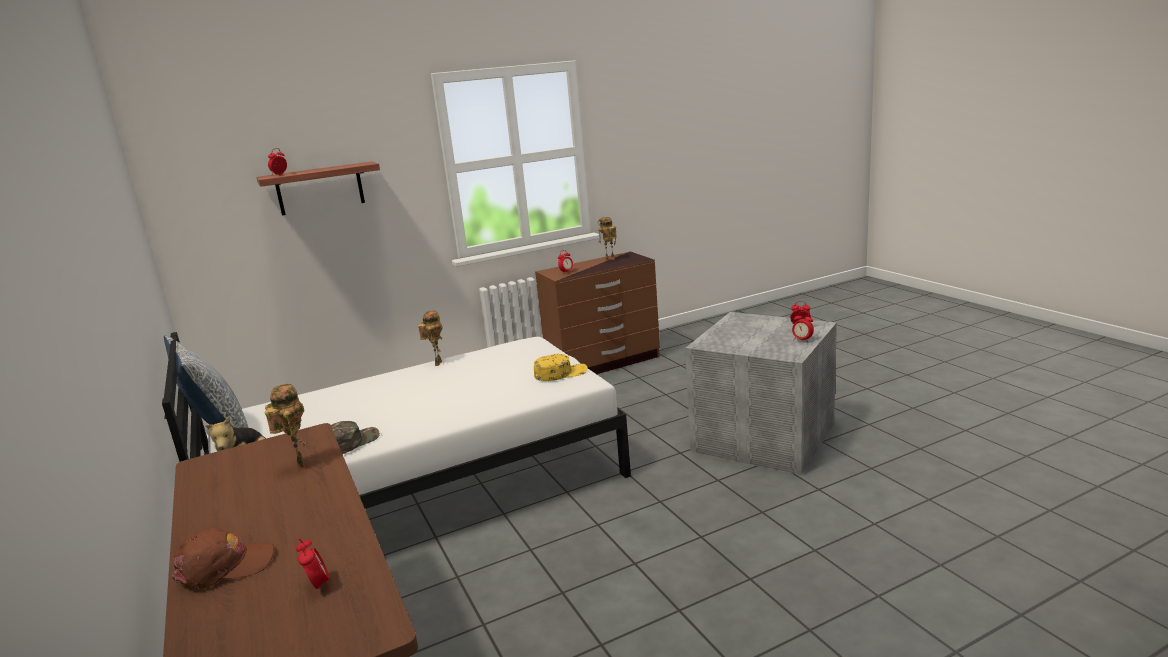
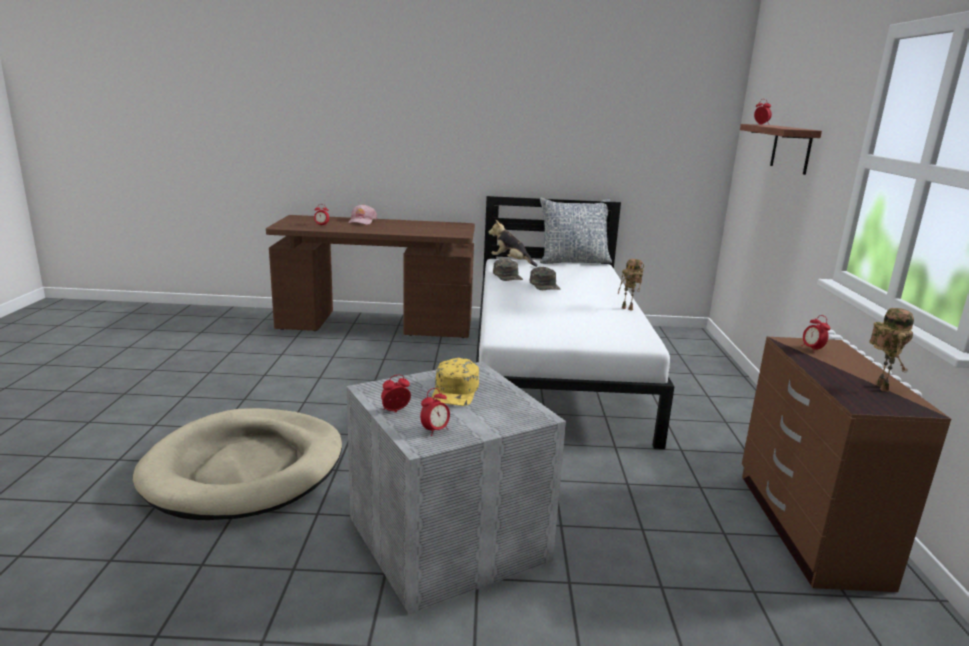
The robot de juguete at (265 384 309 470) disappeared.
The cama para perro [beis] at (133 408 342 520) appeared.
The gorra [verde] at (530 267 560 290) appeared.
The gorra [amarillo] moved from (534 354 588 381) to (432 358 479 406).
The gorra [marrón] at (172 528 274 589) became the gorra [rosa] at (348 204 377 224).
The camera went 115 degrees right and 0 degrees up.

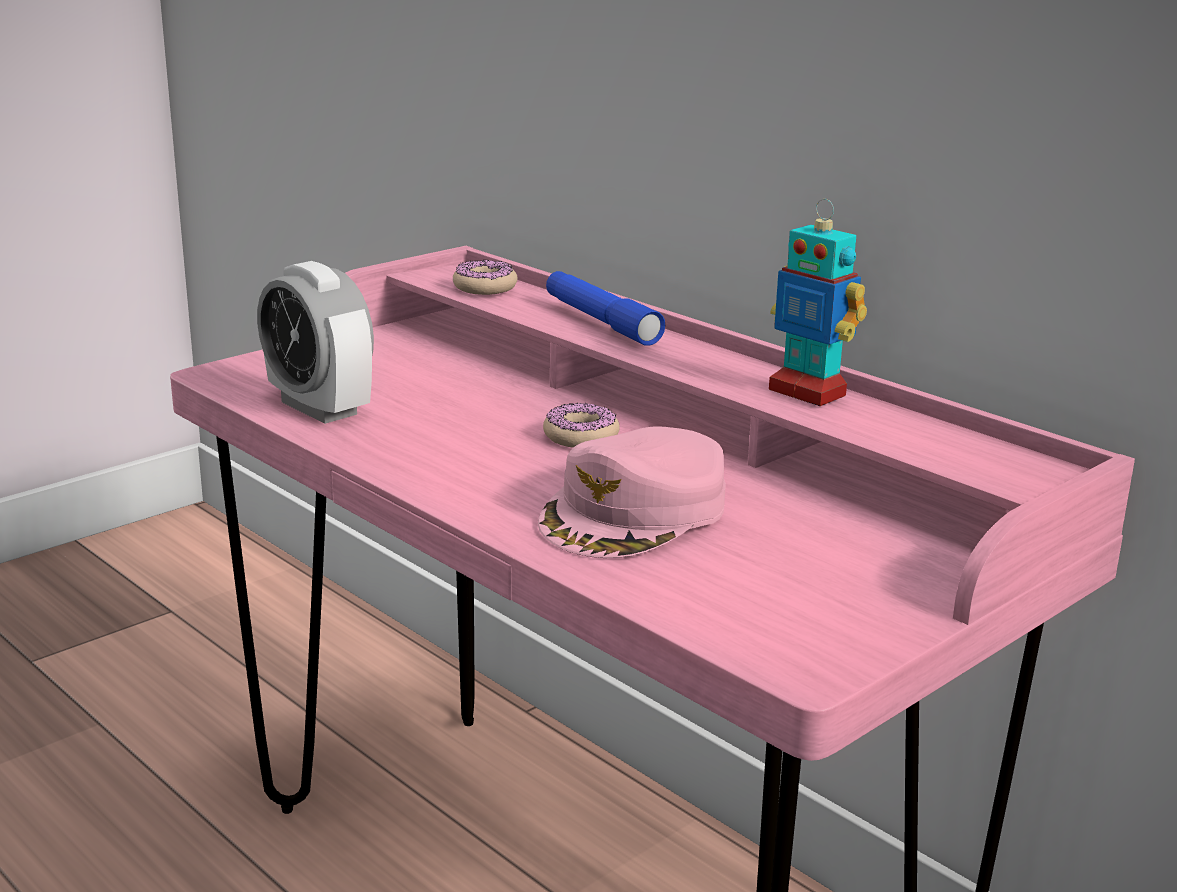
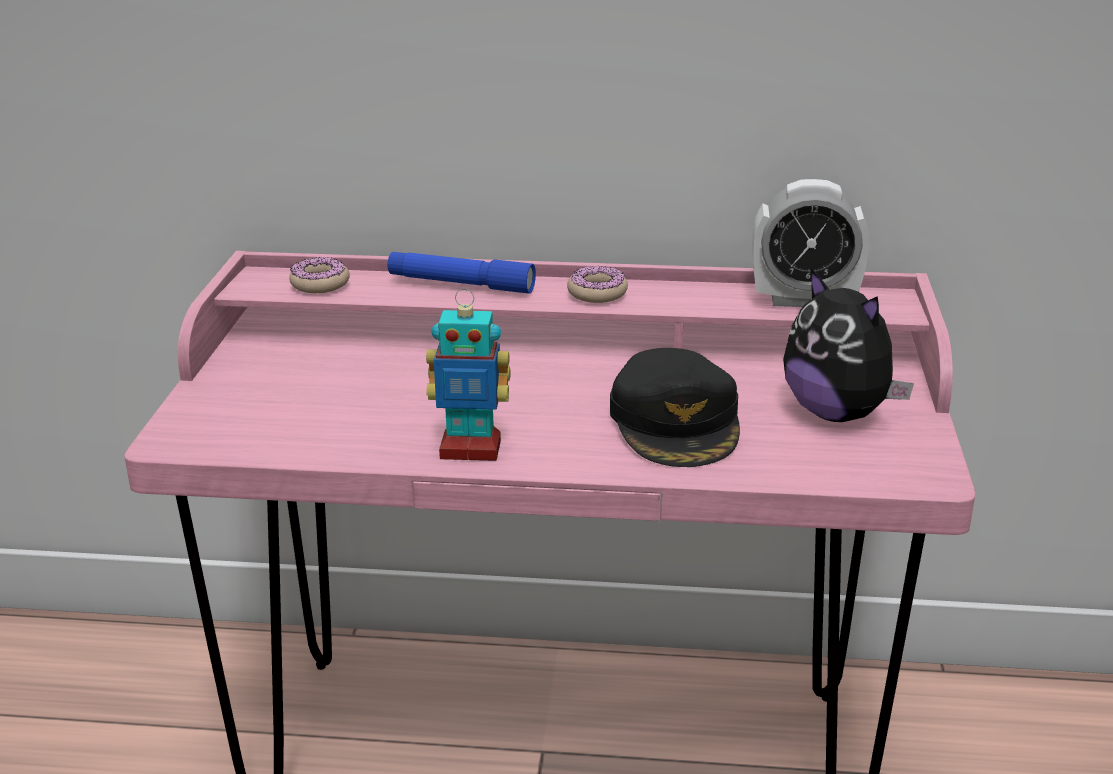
The peluche at (783 269 914 422) appeared.
The despertador moved from (257 261 374 424) to (752 179 869 307).
The rosquilla moved from (543 403 620 448) to (567 266 628 303).
The robot de juguete moved from (769 199 867 406) to (426 289 511 461).
The gorra [rosa] at (538 427 726 558) became the gorra [negro] at (610 348 740 467).
The camera went 40 degrees left and 5 degrees up.

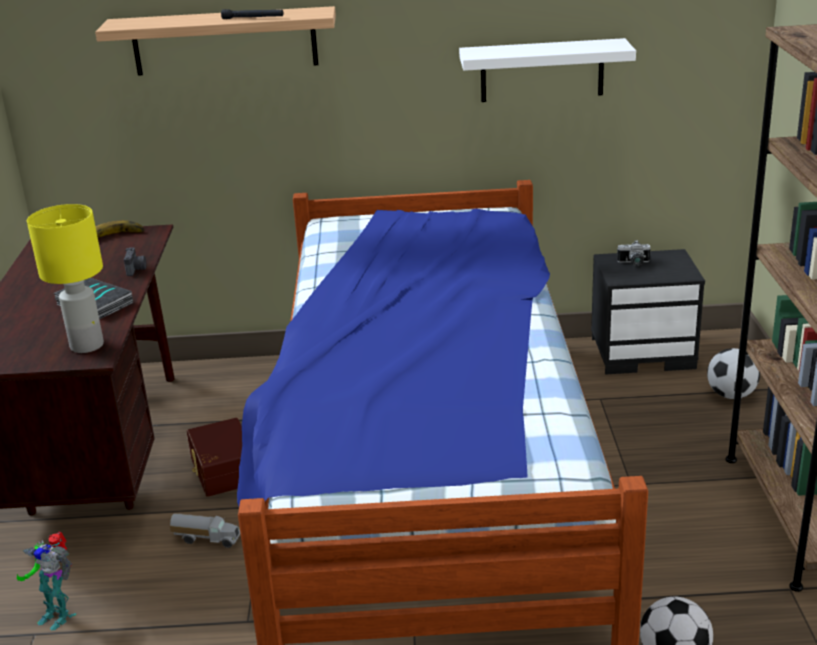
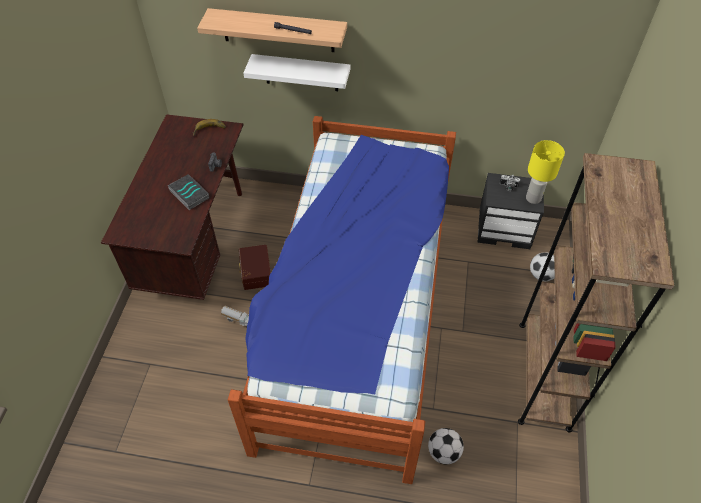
The robot de juguete at (17 532 77 630) disappeared.
The lámpara de mesa [amarillo] moved from (27 204 104 353) to (526 140 565 204).
The estante [blanco] moved from (459 38 636 102) to (243 54 350 91).
The camera went 10 degrees right and 25 degrees up.

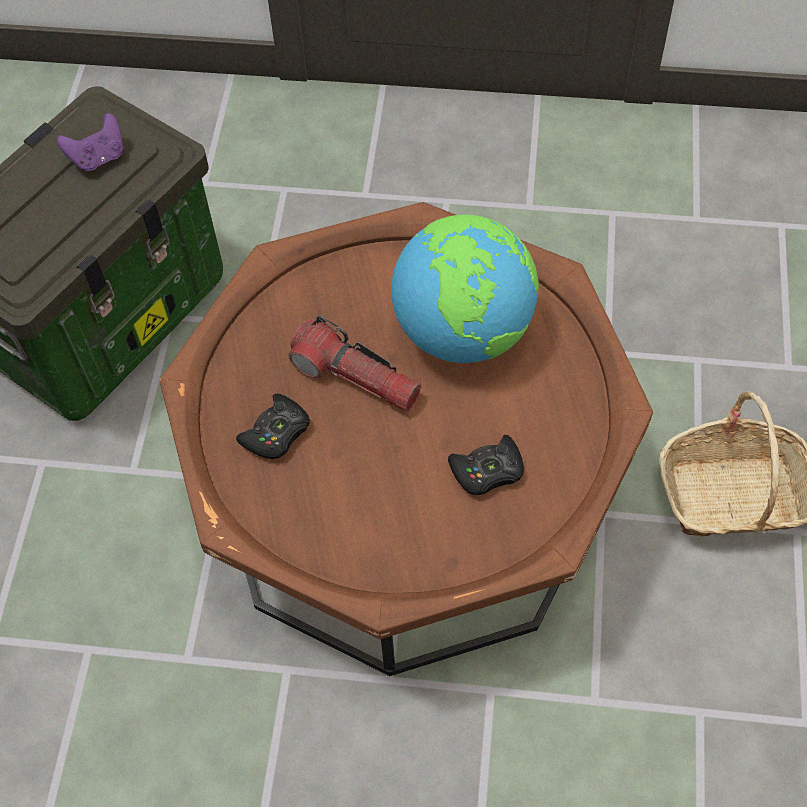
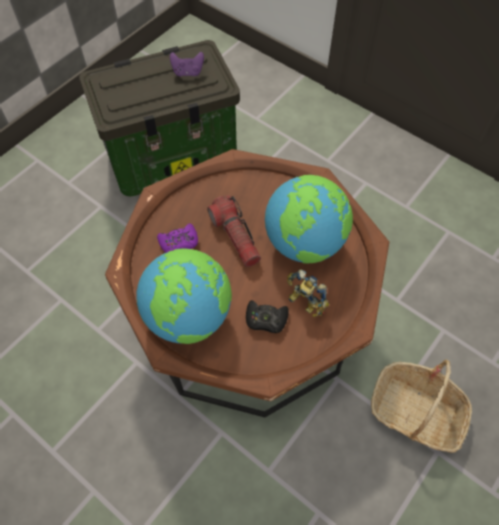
The globo terráqueo at (136 249 232 344) appeared.
The robot de juguete at (287 269 329 317) appeared.
The mando de consola [negro] at (236 394 310 459) became the mando de consola [morado] at (157 224 198 253).
The camera went 30 degrees right and 0 degrees up.

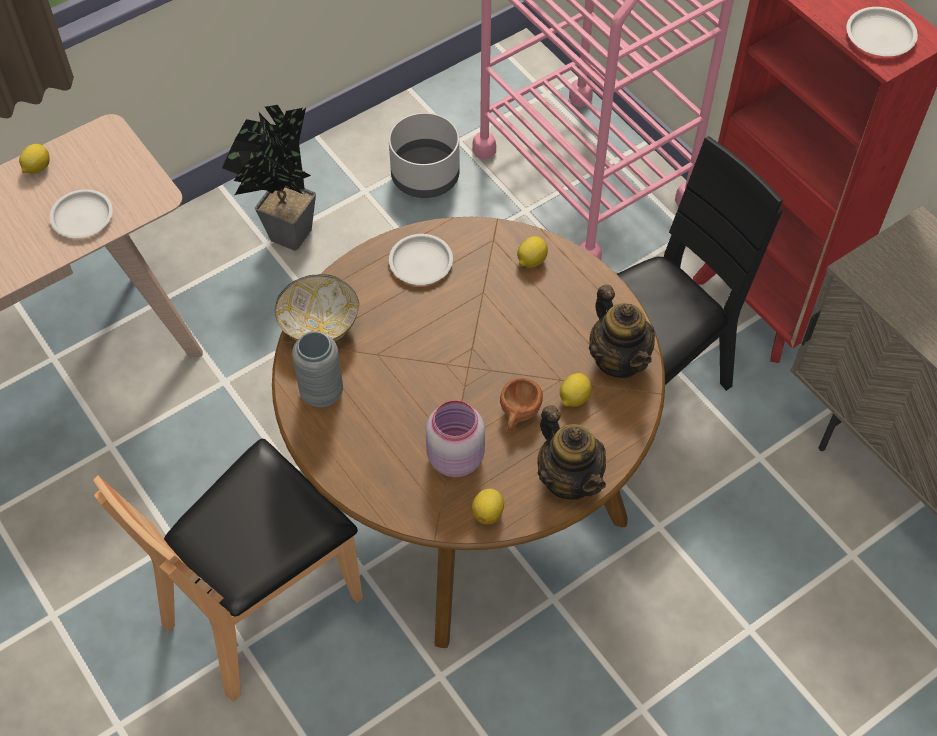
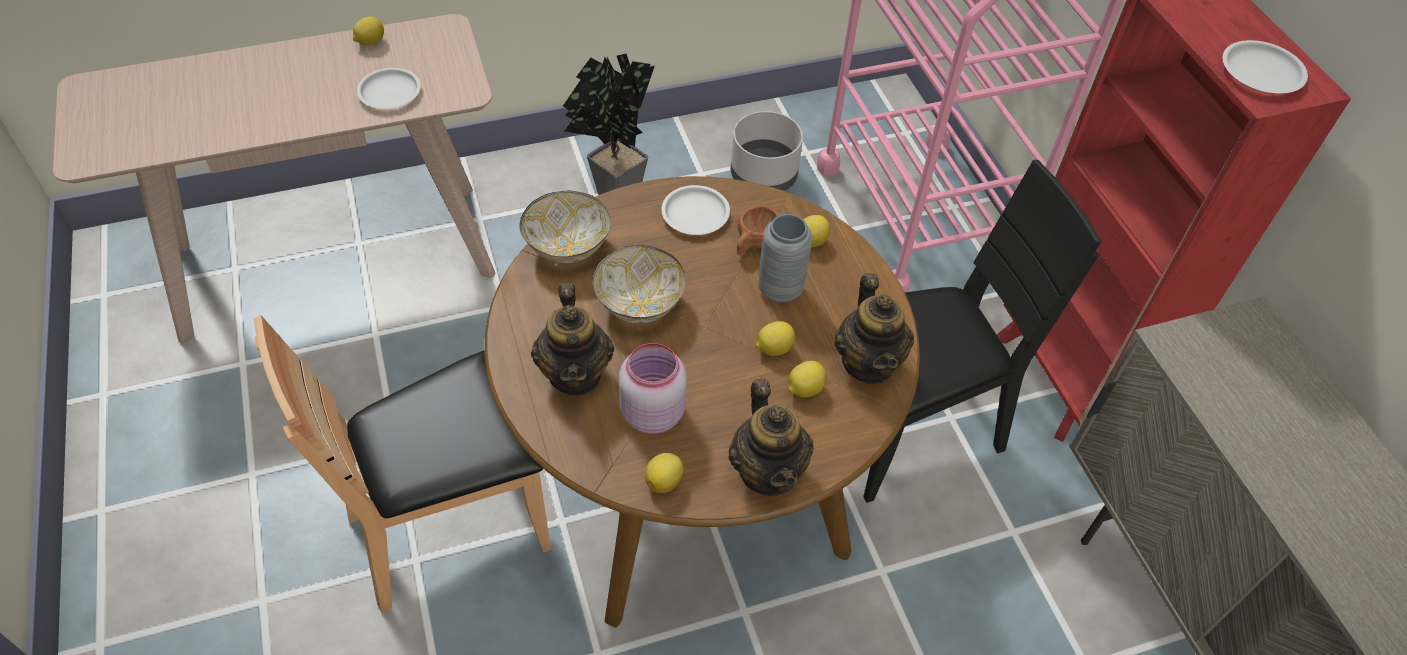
The tetera at (531 283 614 396) appeared.
The cuenco at (592 245 686 323) appeared.
The limón at (756 321 795 356) appeared.
The florero [gris] moved from (292 331 343 407) to (758 214 812 303).
The taza [marrón] moved from (500 378 543 433) to (737 205 780 255).
The camera went 15 degrees right and 5 degrees down.

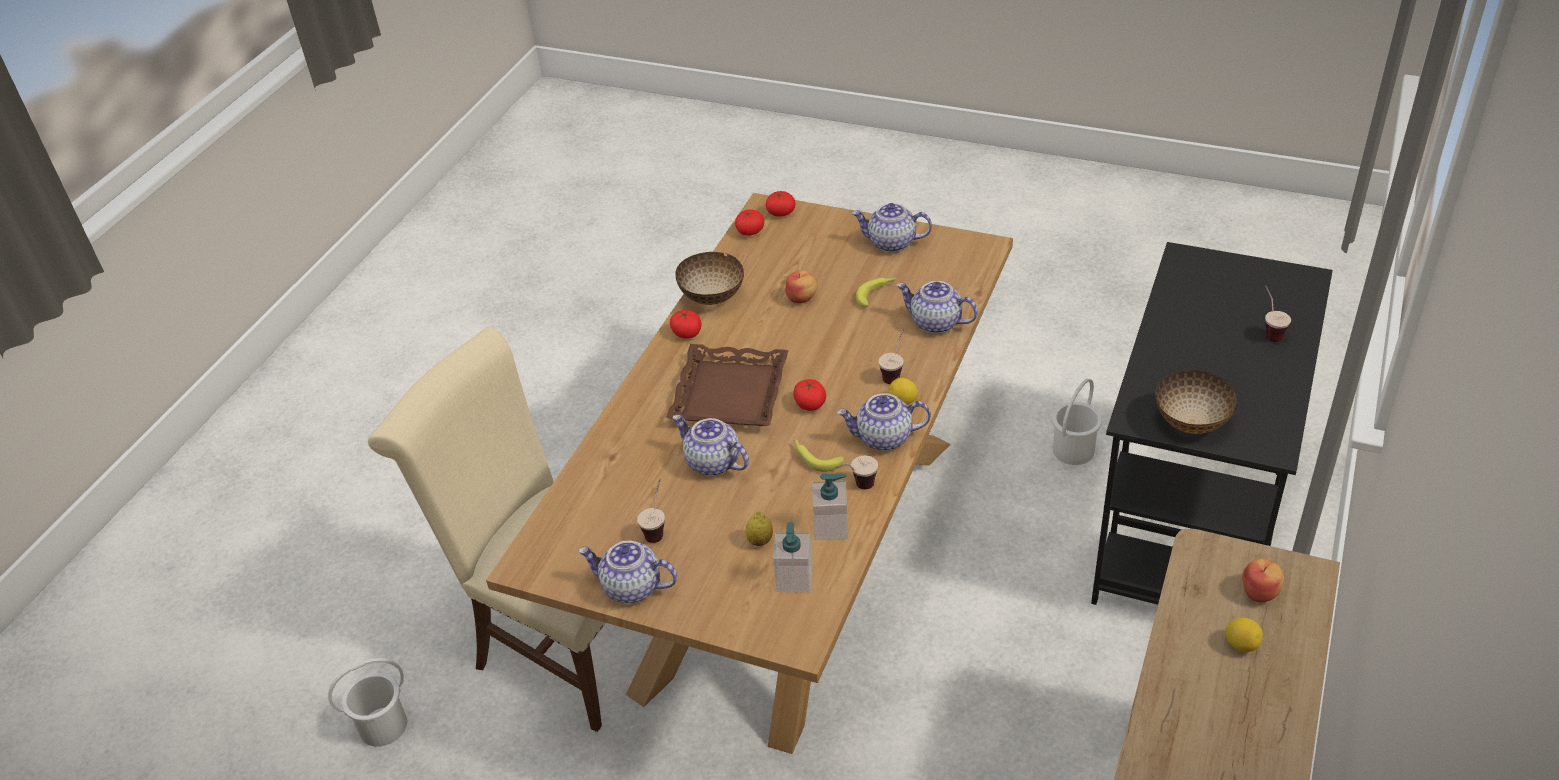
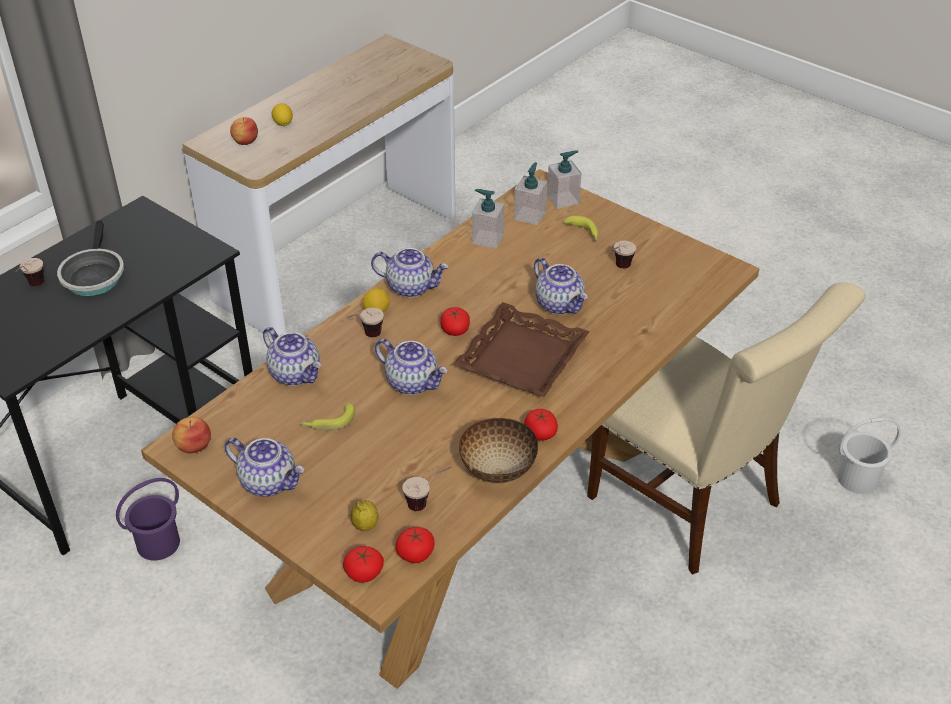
The cuenco at (1155 370 1237 434) disappeared.
The sartén at (57 221 124 296) appeared.
The dispensador de jabón at (547 150 581 209) appeared.
The tetera moved from (578 541 677 603) to (375 338 448 395).
The limón moved from (746 511 773 546) to (351 500 379 531).
The manzana moved from (785 270 818 303) to (172 417 211 454).
The plátano moved from (793 439 844 472) to (564 216 598 241).
The taza moved from (834 455 878 490) to (403 467 451 511).
The cubo [blanco] at (1052 379 1102 465) became the cubo [morado] at (116 478 180 561).
The camera went 165 degrees left and 0 degrees up.

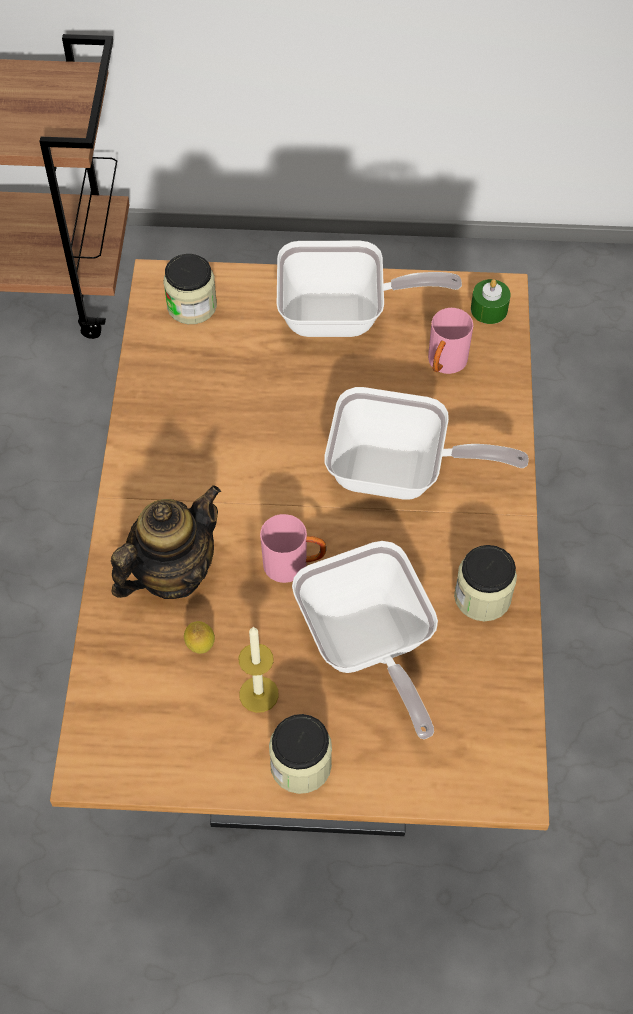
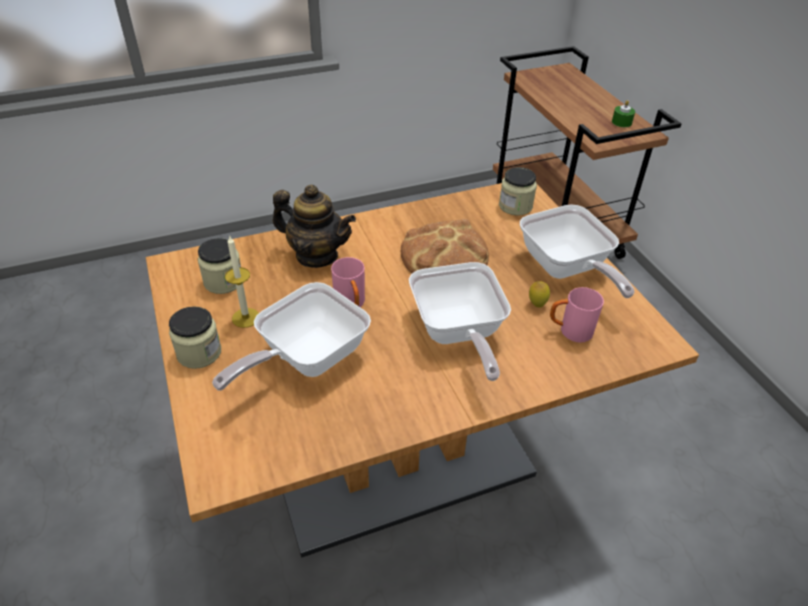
The pan at (401 219 489 274) appeared.
The limón moved from (184 621 215 654) to (529 281 550 308).
The tarro moved from (454 545 517 621) to (198 238 241 294).
The vela [verde] moved from (471 279 511 324) to (612 100 635 127).
The camera went 65 degrees right and 15 degrees down.

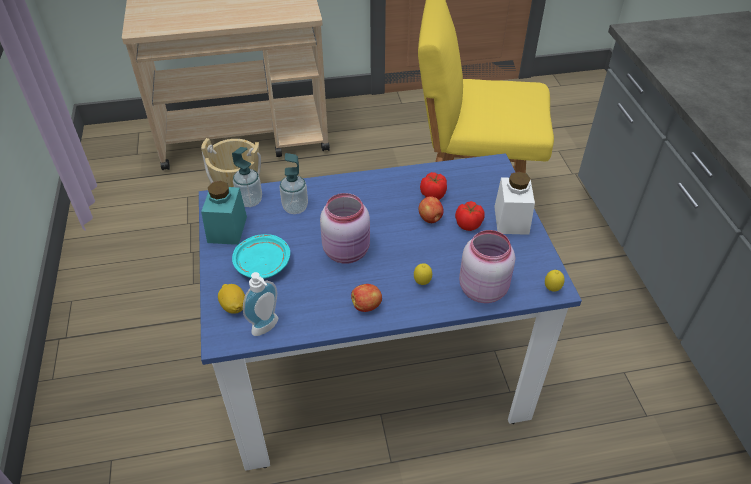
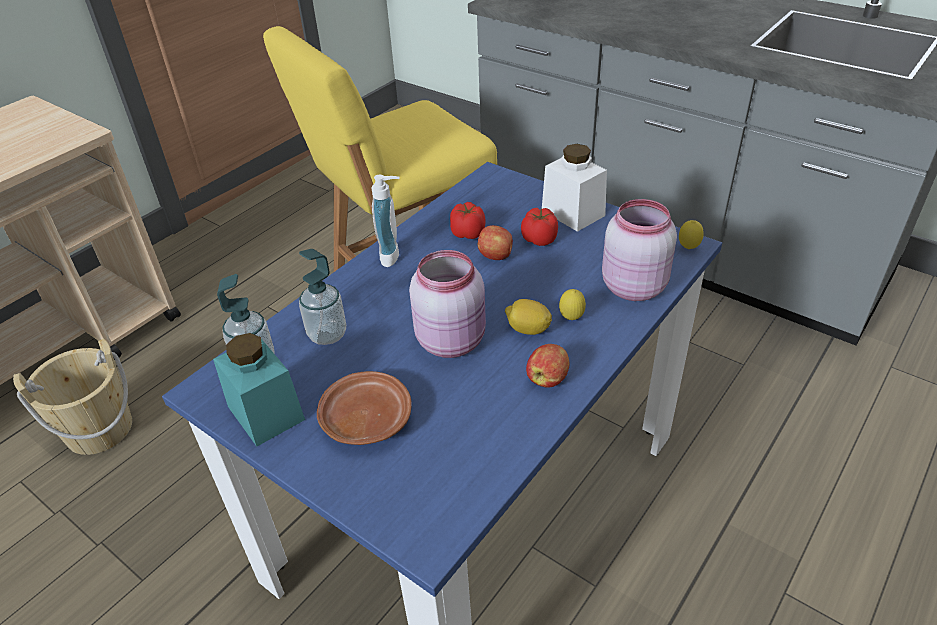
The limón moved from (218 284 245 314) to (505 299 552 335).
The dispensador de jabón moved from (243 272 278 336) to (371 174 399 267).
The plato [turquesa] at (232 234 290 279) became the plato [marrón] at (317 371 412 445).
The camera went 40 degrees left and 5 degrees down.

